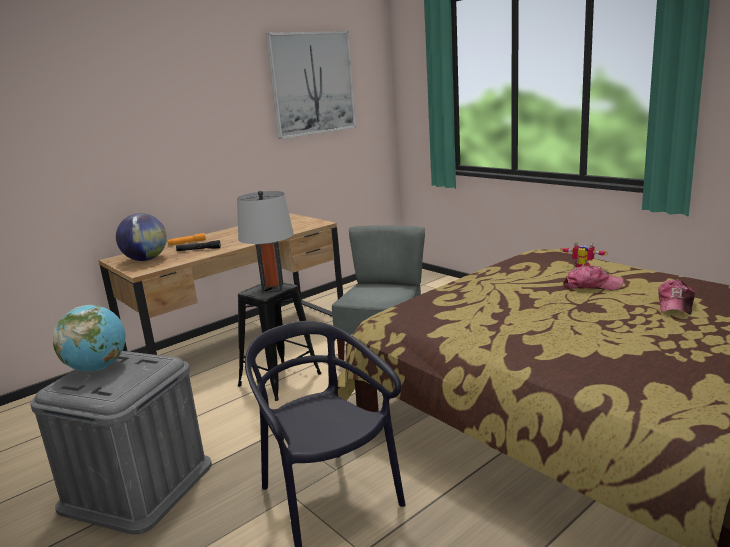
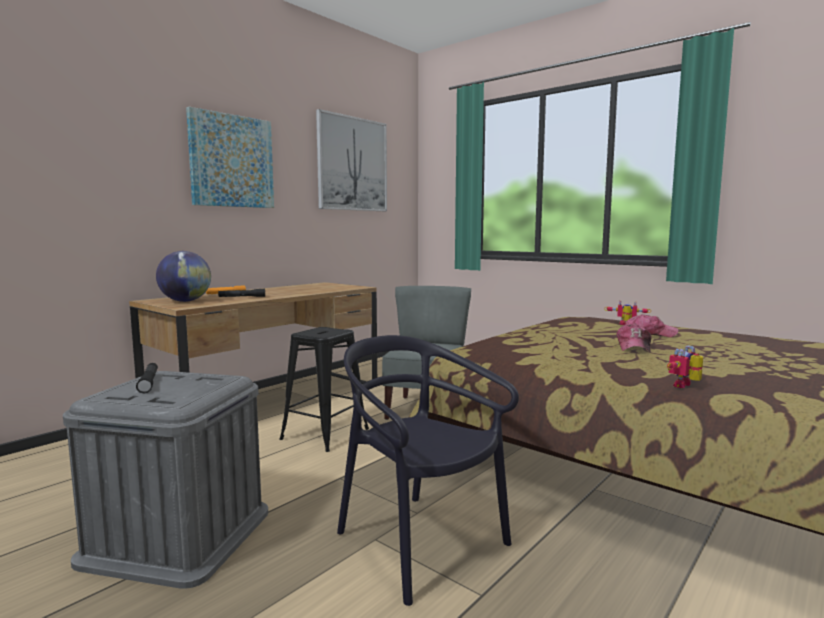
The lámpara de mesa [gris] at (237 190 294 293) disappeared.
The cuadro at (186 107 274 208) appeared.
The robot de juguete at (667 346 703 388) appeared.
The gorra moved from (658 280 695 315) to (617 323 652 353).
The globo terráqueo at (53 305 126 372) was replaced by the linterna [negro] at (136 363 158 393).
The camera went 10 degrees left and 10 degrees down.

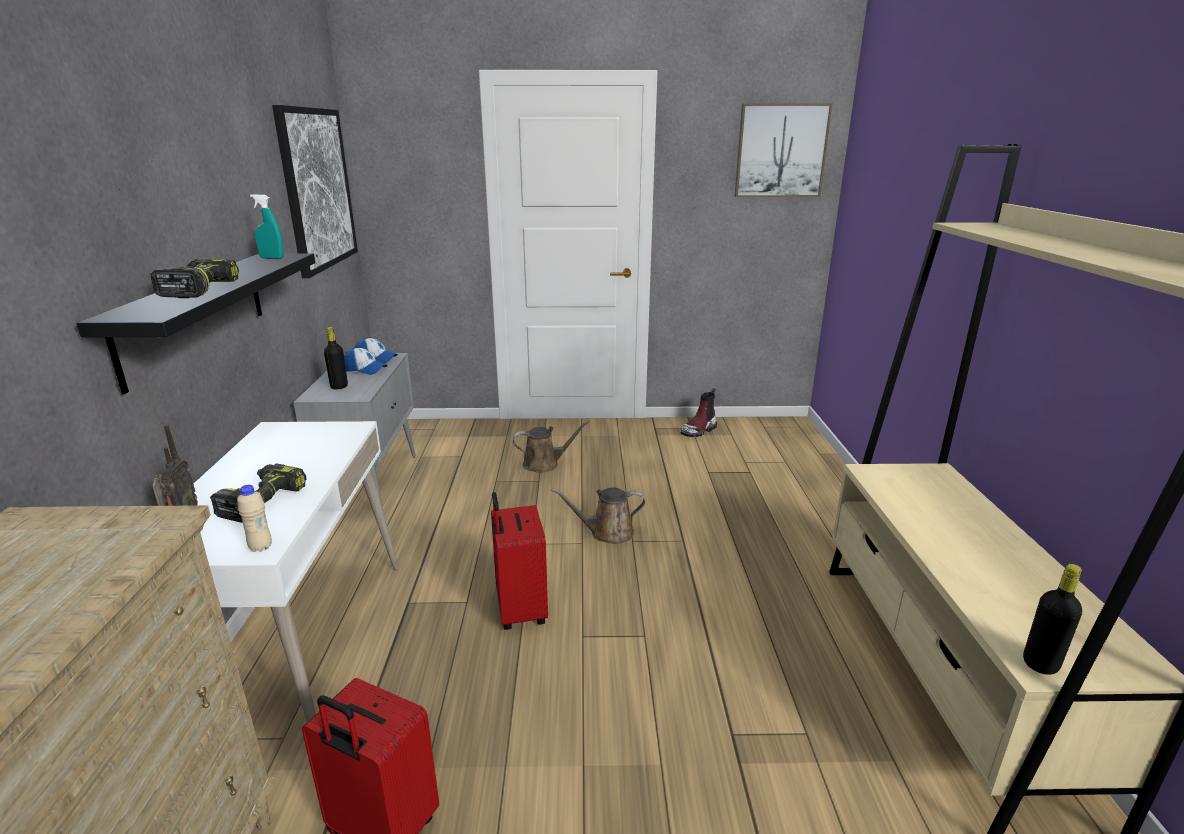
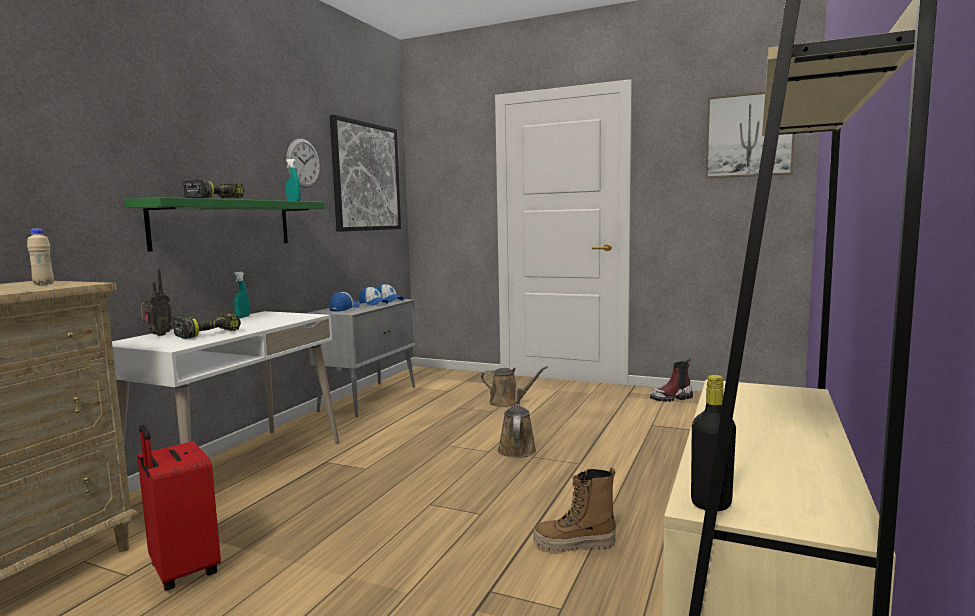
The maleta [rojo] at (491 492 548 630) disappeared.
The pulverizador [turquesa] at (234 272 250 318) appeared.
The reloj de pared at (286 139 320 188) appeared.
The bota at (533 467 616 552) appeared.
The botella [beis] moved from (237 485 272 552) to (27 228 54 285).
The botella [negro] at (324 327 348 389) was replaced by the gorra at (329 292 360 312).
The estante [negro] at (77 253 315 394) became the estante [verde] at (124 197 325 252).
The regadera [marrón] at (552 487 645 544) turned 75 degrees clockwise.
The camera went 25 degrees right and 15 degrees down.

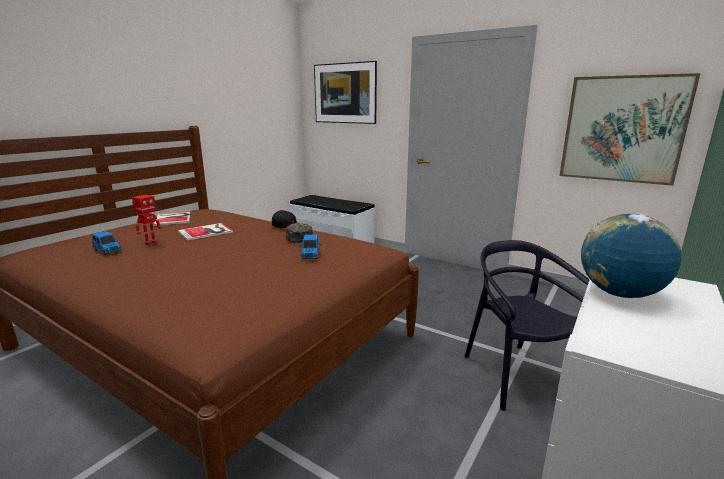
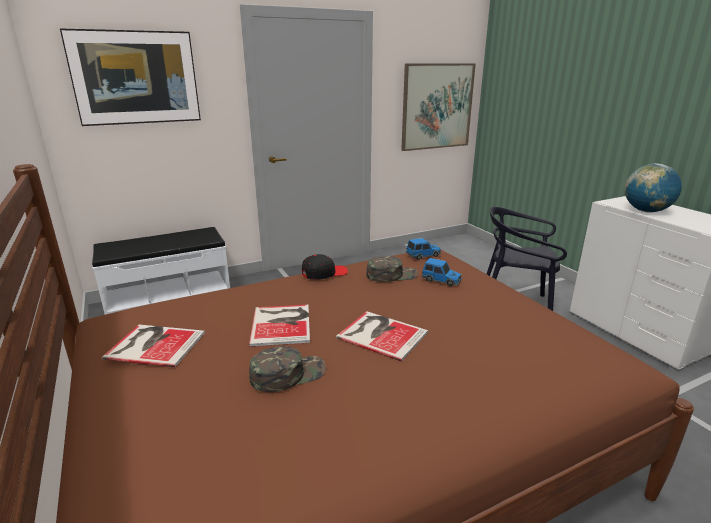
The libro at (336 311 428 361) appeared.
The coche de juguete moved from (92 231 122 255) to (406 238 441 260).
The robot de juguete at (132 195 162 245) was replaced by the gorra [verde] at (249 346 326 392).
The camera went 60 degrees left and 5 degrees up.

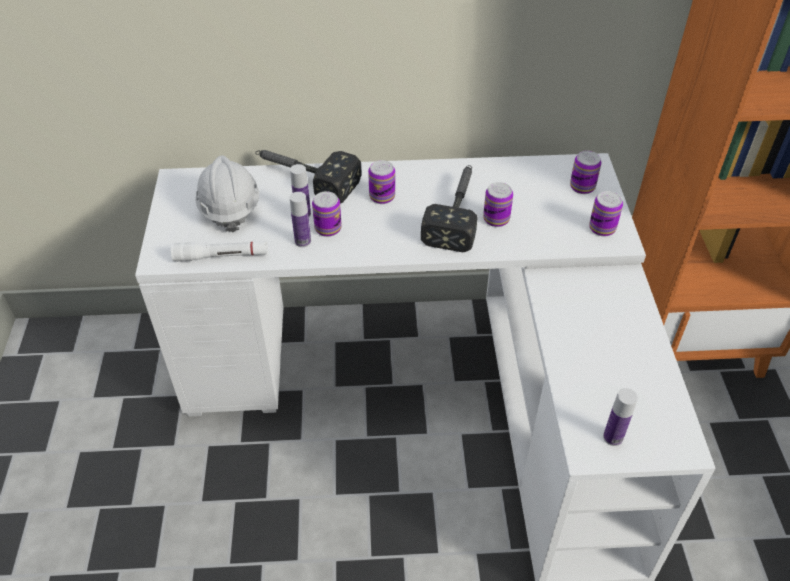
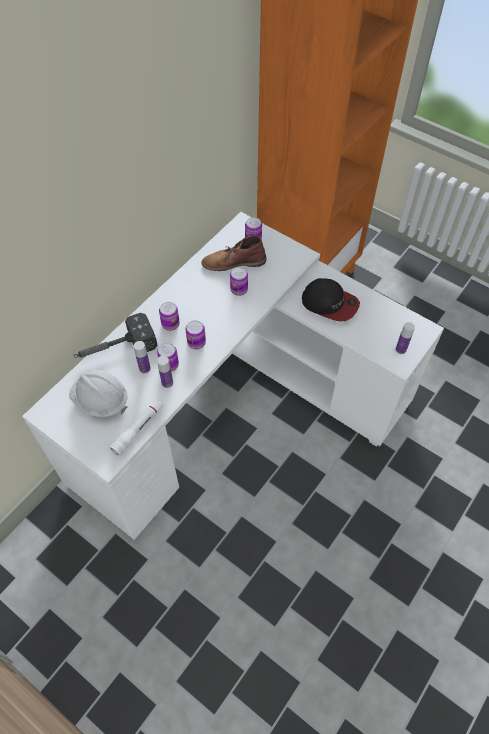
The martillo at (421 165 478 252) disappeared.
The bota [marrón] at (201 235 266 271) appeared.
The gorra at (302 278 360 321) appeared.
The lata moved from (589 191 623 236) to (186 320 206 349).
The camera went 50 degrees left and 10 degrees up.

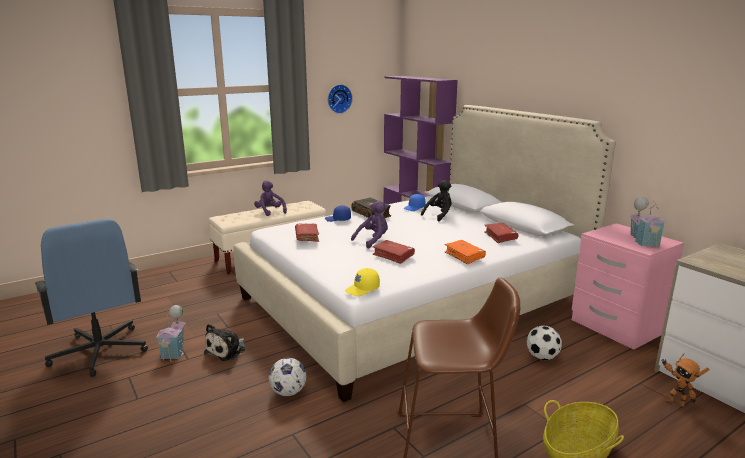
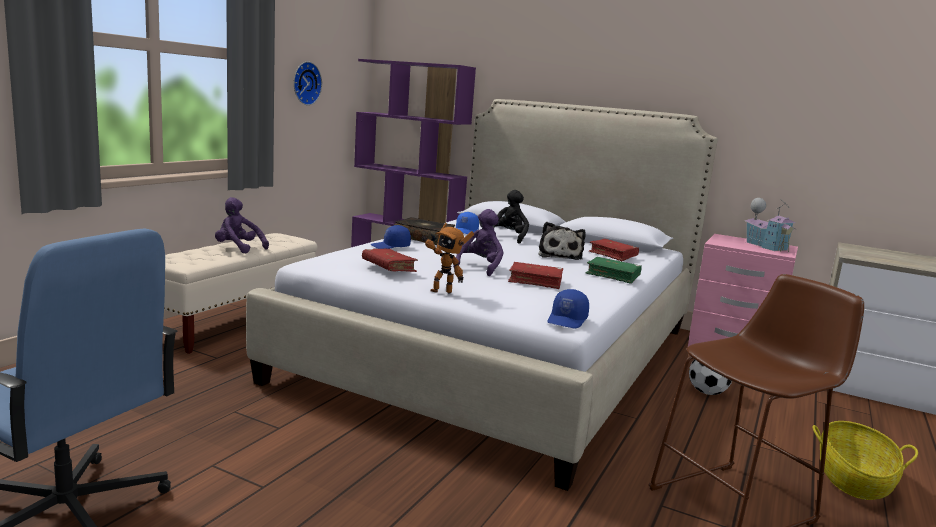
The casita at (156 305 185 362) disappeared.
The balón de fútbol at (269 358 306 396) disappeared.
The peluche moved from (204 324 245 361) to (538 222 586 260).
The robot de juguete moved from (661 353 709 407) to (421 223 474 294).
The gorra [amarillo] at (345 268 380 296) became the gorra [azul] at (547 289 589 329).
The libro [naranja] at (445 240 486 264) became the libro [verde] at (586 257 642 284).
The camera went 30 degrees left and 5 degrees down.

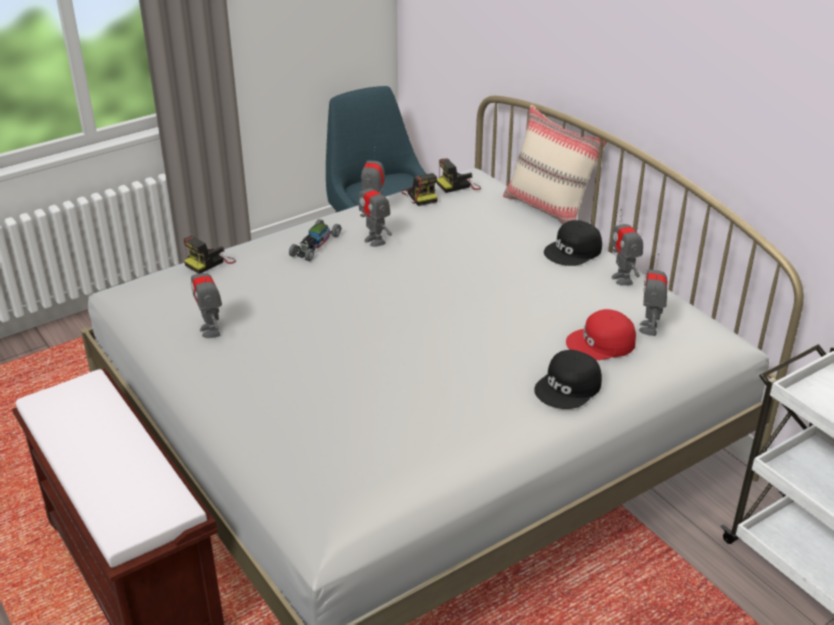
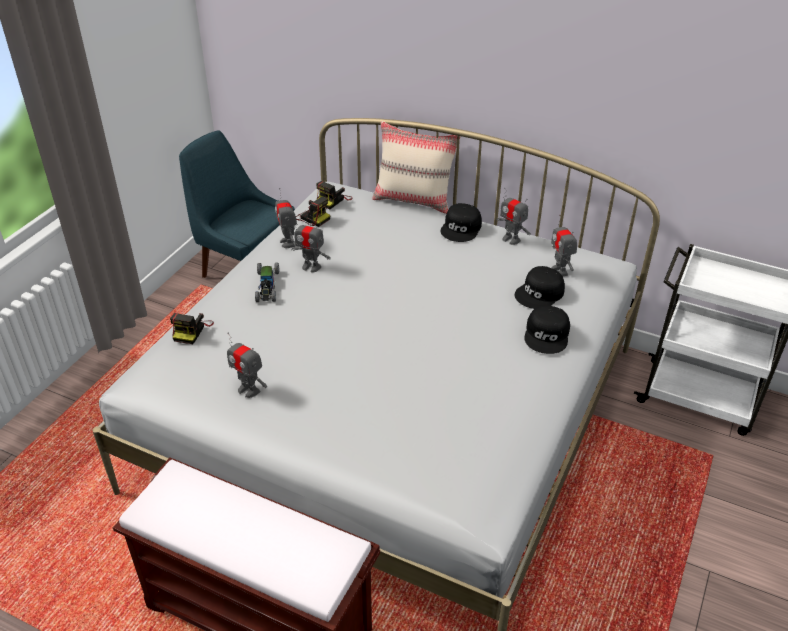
The gorra [rojo] at (566 309 636 360) became the gorra [negro] at (515 266 565 309).
The camera went 30 degrees left and 5 degrees up.

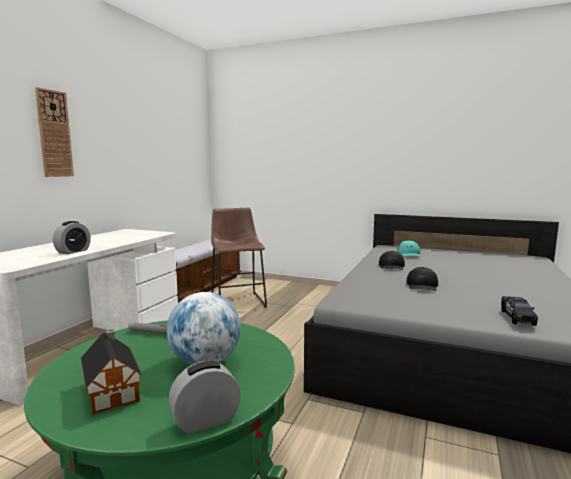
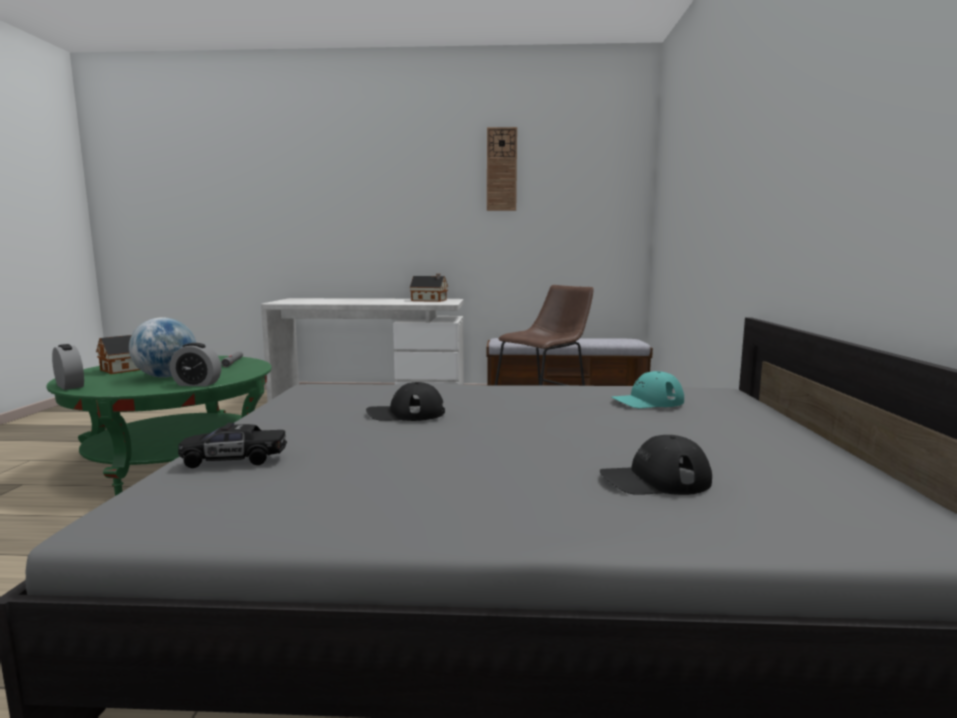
The casita at (410 274 448 302) appeared.
The reloj de pared moved from (35 87 74 177) to (487 127 517 211).
The despertador moved from (53 221 91 254) to (170 343 222 386).
The gorra [negro] moved from (379 251 405 270) to (600 435 712 495).
The camera went 70 degrees right and 0 degrees up.

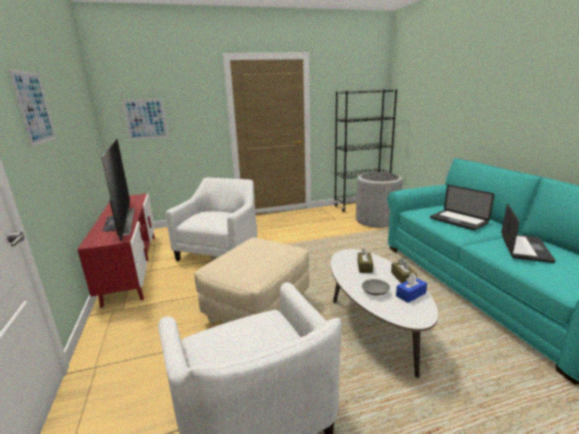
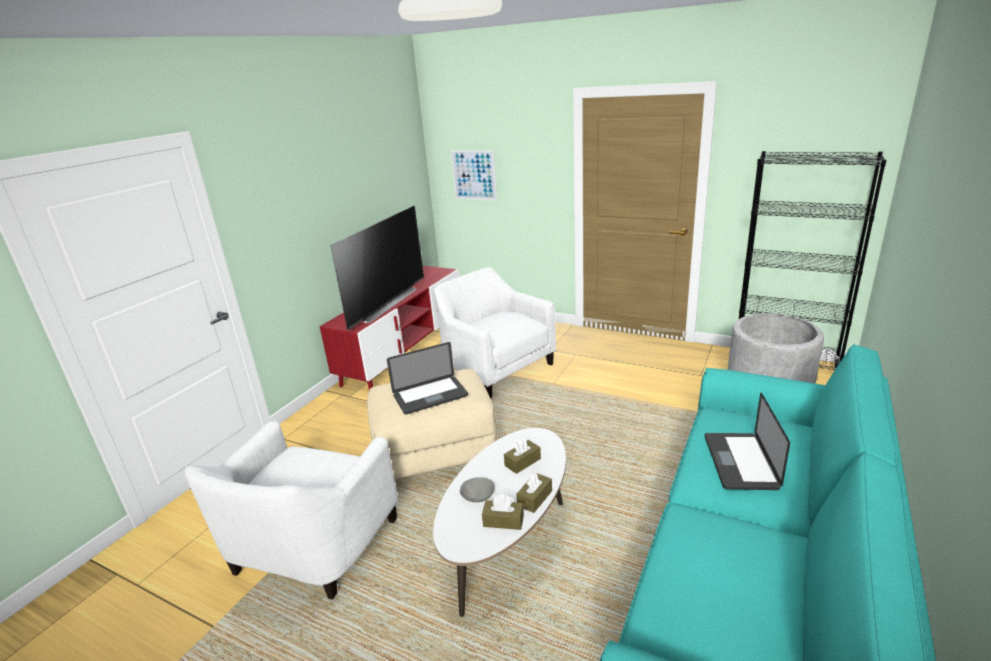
The cuadro at (9 69 56 147) disappeared.
The portátil moved from (501 204 555 263) to (387 342 468 414).
The caja de pañuelos [azul] at (396 273 427 303) became the caja de pañuelos [marrón] at (482 494 524 530).
The sillón [blanco] at (165 178 257 261) turned 105 degrees counterclockwise.
The camera went 45 degrees right and 5 degrees up.

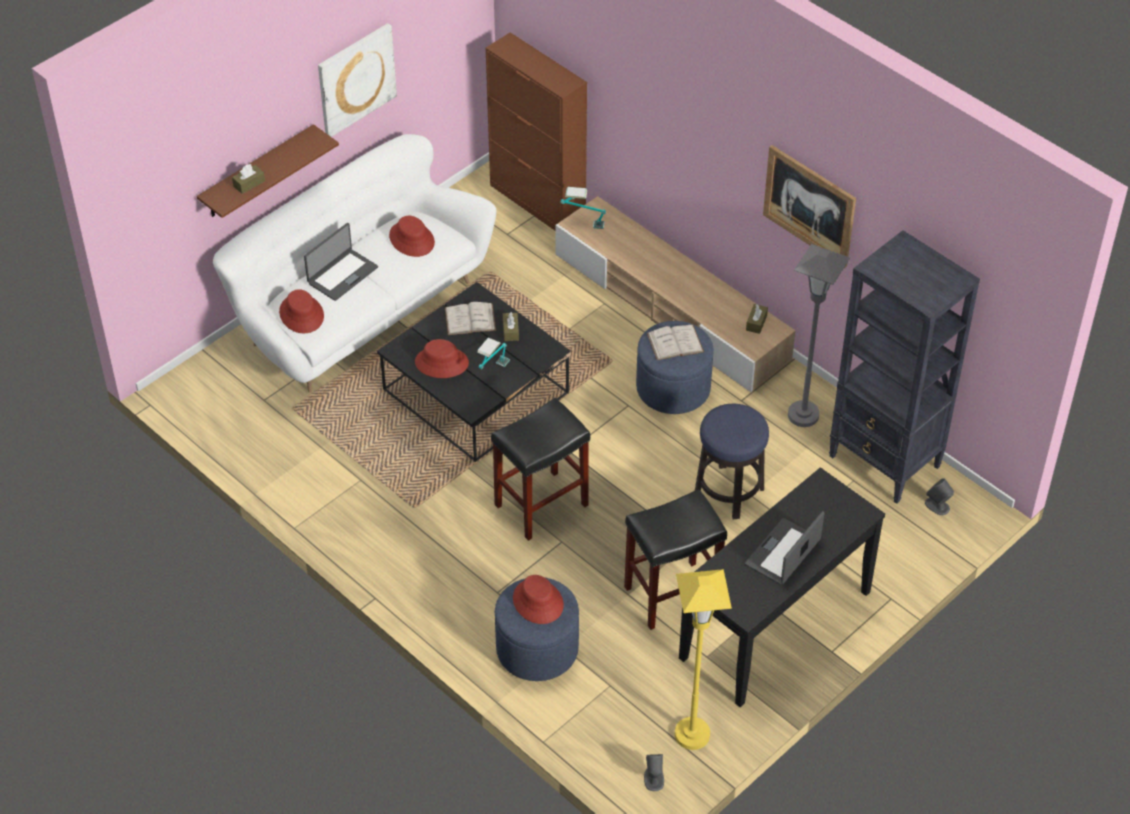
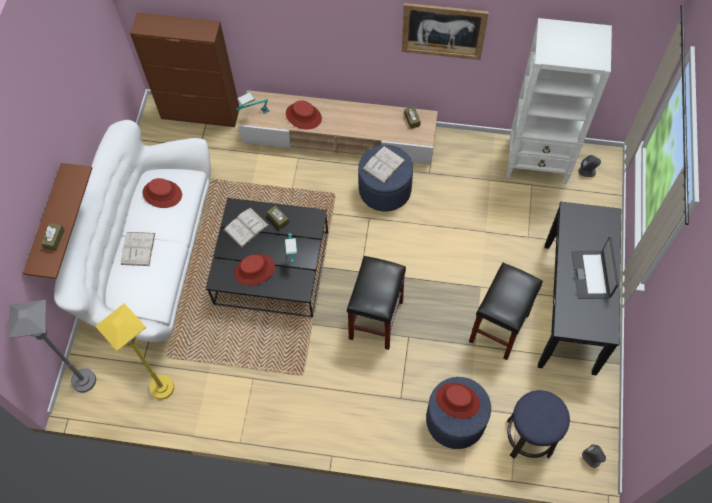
The cuadro at (318 23 397 137) disappeared.
The sombrero [rojo] moved from (279 289 324 333) to (286 100 322 129).
The lámpara de pie [amarillo] moved from (675 569 732 750) to (95 303 174 400).
The taburete moved from (695 404 769 520) to (507 390 570 459).
The lámpara de pie [gris] moved from (788 244 850 427) to (9 300 96 393).
The portátil at (304 223 378 301) was replaced by the libro [blanco] at (121 232 155 266).
The estantería [negro] at (829 230 980 504) became the estantería [blanco] at (506 18 612 185).
The camera went 35 degrees left and 15 degrees up.

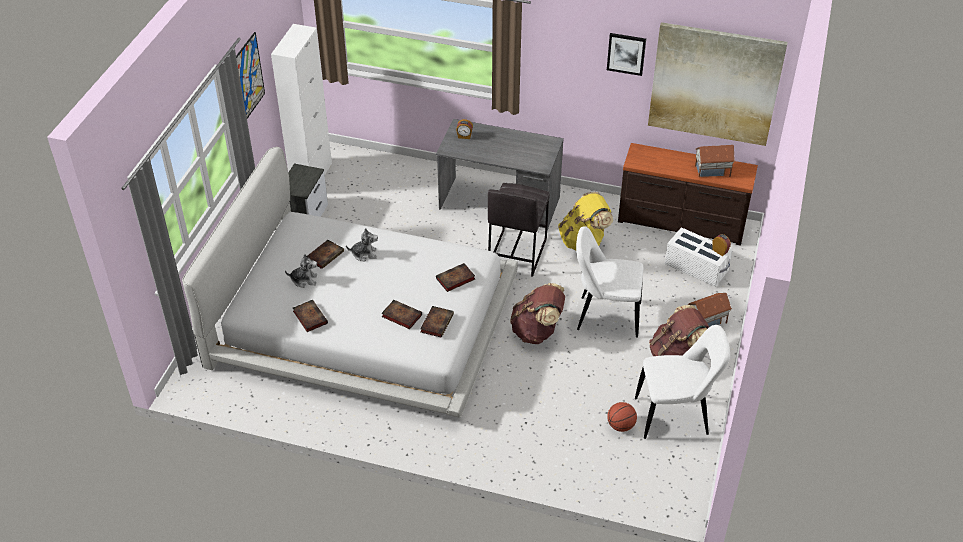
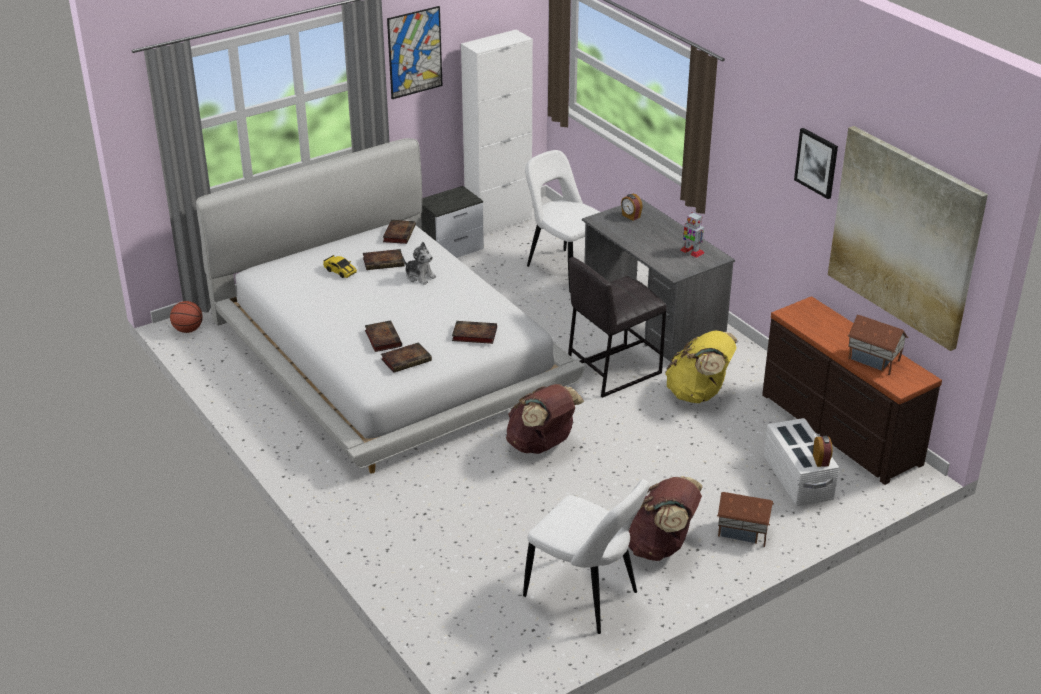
The robot de juguete at (681 212 704 258) appeared.
The libro moved from (293 300 328 332) to (383 220 416 244).
The silla [blanco] moved from (576 226 644 338) to (525 150 600 293).
The balón de baloncesto moved from (607 402 637 432) to (170 301 203 333).
The peluche at (285 254 317 288) was replaced by the coche de juguete at (323 255 357 278).
The camera went 40 degrees right and 10 degrees down.

